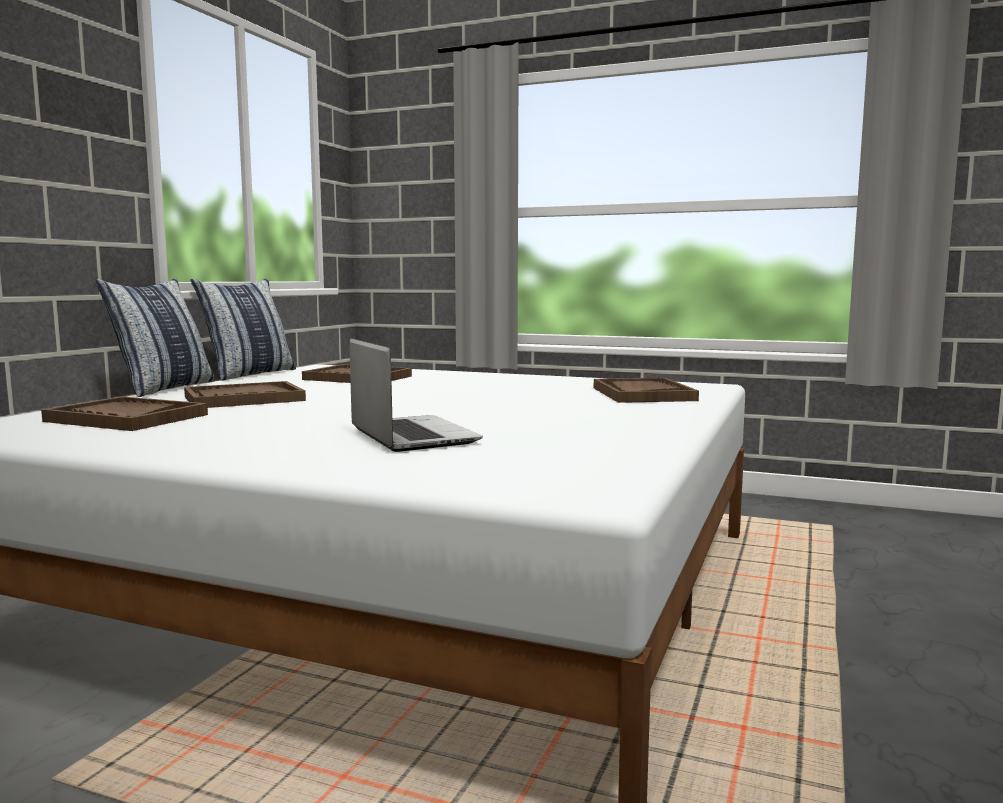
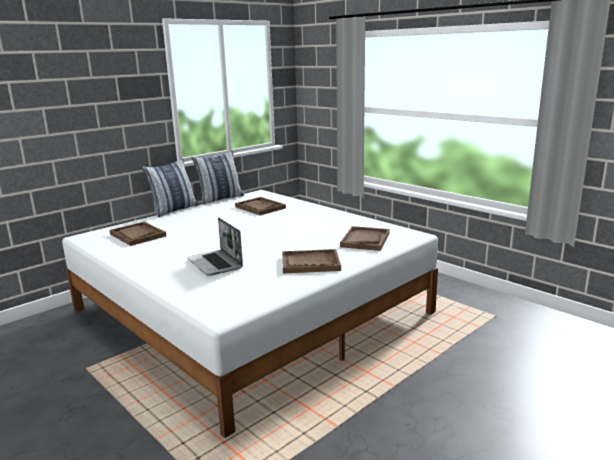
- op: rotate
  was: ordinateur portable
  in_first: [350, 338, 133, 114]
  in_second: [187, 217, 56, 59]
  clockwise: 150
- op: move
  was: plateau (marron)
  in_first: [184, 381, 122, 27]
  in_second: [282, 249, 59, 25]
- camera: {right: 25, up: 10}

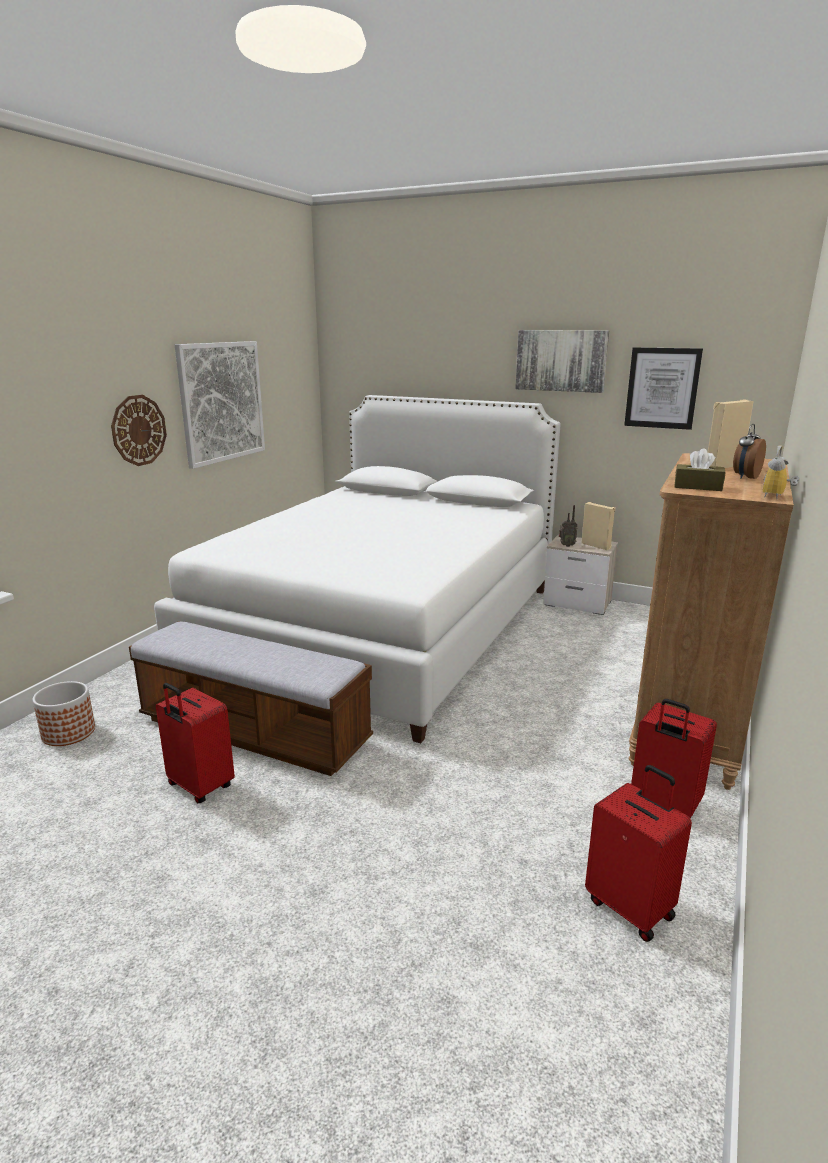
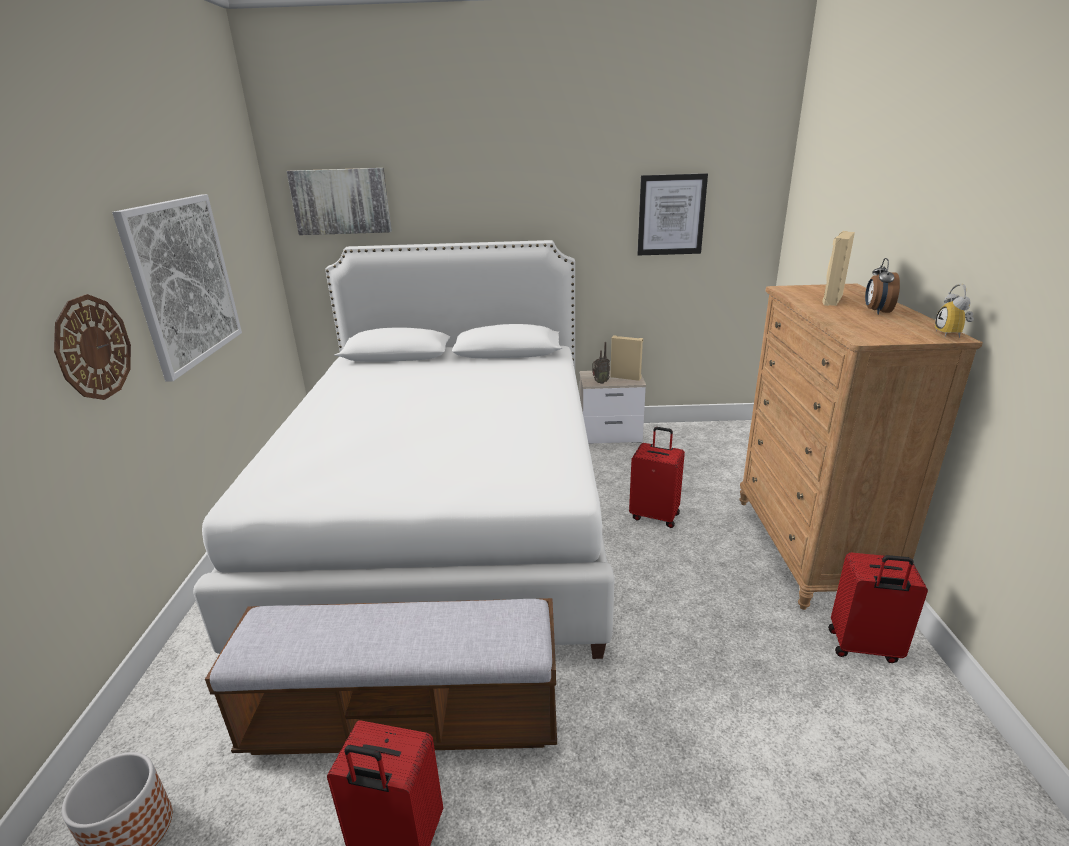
- op: move
  was: tableau
  in_first: [515, 330, 94, 63]
  in_second: [287, 168, 105, 67]
- op: delete
  was: boîte à mouchoirs (marron)
  in_first: [674, 448, 51, 43]
- op: move
  was: valise (rouge)
  in_first: [585, 765, 107, 177]
  in_second: [629, 427, 56, 101]
- camera: {right: -25, up: 5}

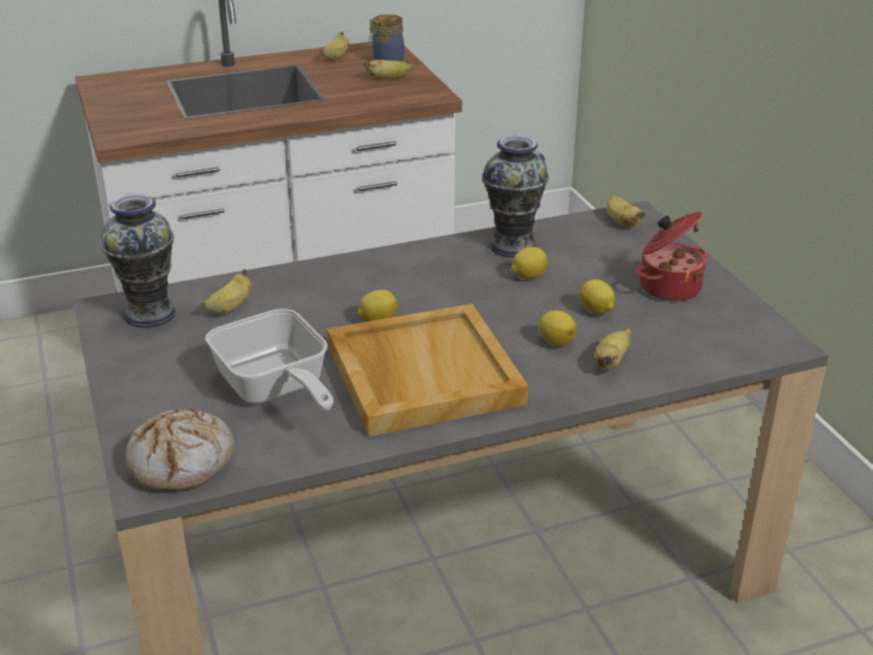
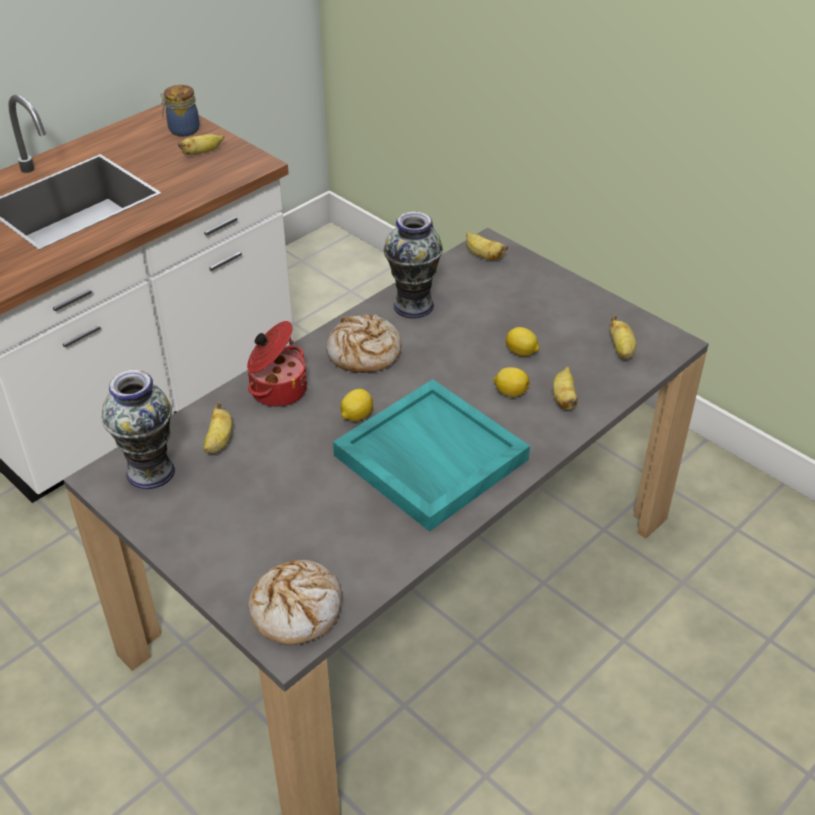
- op: move
  was: banane
  in_first: [321, 32, 28, 28]
  in_second: [610, 315, 26, 45]
- op: move
  was: marmite
  in_first: [637, 212, 70, 89]
  in_second: [247, 321, 60, 86]
- op: delete
  was: citron
  in_first: [511, 247, 37, 32]
- op: recolor
  was: plateau (beige)
  now: plateau (turquoise)
  in_first: [327, 304, 202, 133]
  in_second: [333, 379, 197, 153]
- op: delete
  was: poêle
  in_first: [205, 309, 129, 102]
- op: insert
  now: pain
  in_second: [326, 313, 76, 60]
- camera: {right: -25, up: 10}

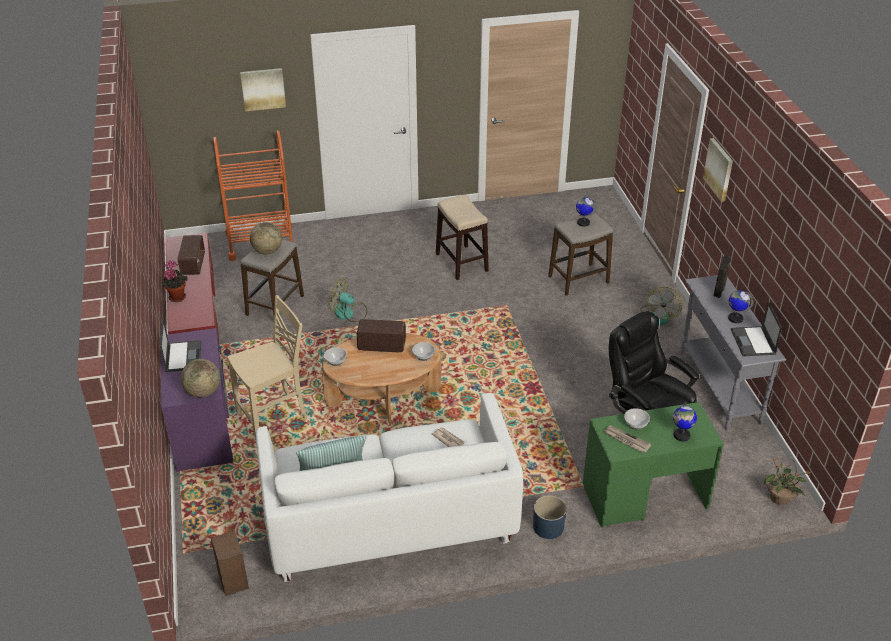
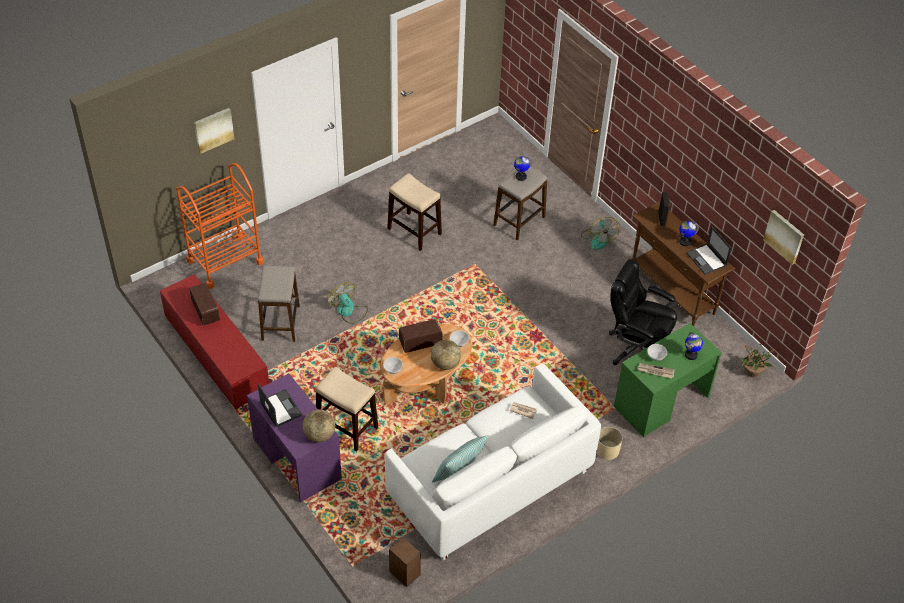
- op: move
  was: tableau
  in_first: [703, 138, 30, 64]
  in_second: [763, 210, 41, 55]
- op: move
  was: globe
  in_first: [250, 222, 32, 33]
  in_second: [431, 340, 30, 30]
- op: delete
  was: plante en pot
  in_first: [162, 260, 26, 42]
- op: recolor
  was: table console (gris)
  now: table console (marron)
  in_first: [680, 275, 106, 155]
  in_second: [632, 202, 103, 124]
- op: rotate
  was: ventilateur
  in_first: [328, 279, 39, 43]
  in_second: [327, 282, 41, 42]
  clockwise: 60
- op: replace
  was: chaise (beige)
  now: tabouret
  in_first: [228, 295, 79, 145]
  in_second: [315, 367, 63, 84]
- op: recolor
  was: cache-pot (bleu)
  now: cache-pot (beige)
  in_first: [533, 496, 34, 43]
  in_second: [596, 427, 27, 33]
- camera: {right: -25, up: 10}

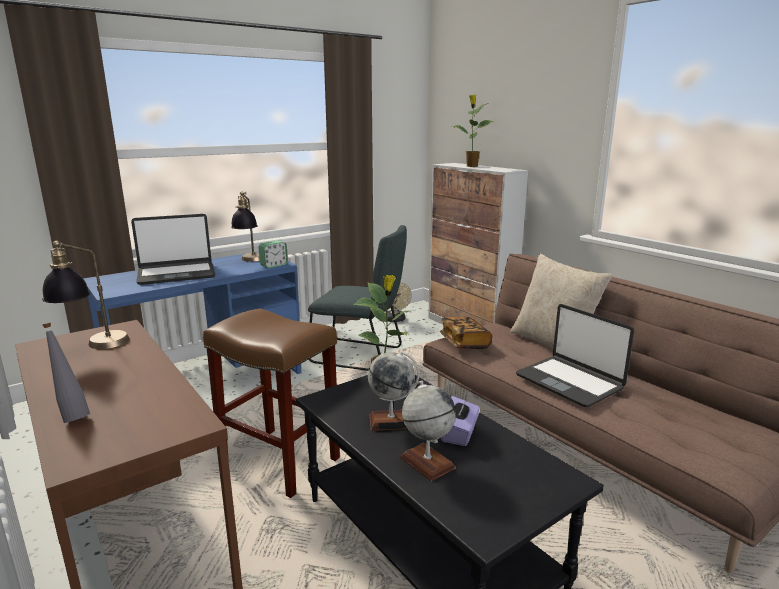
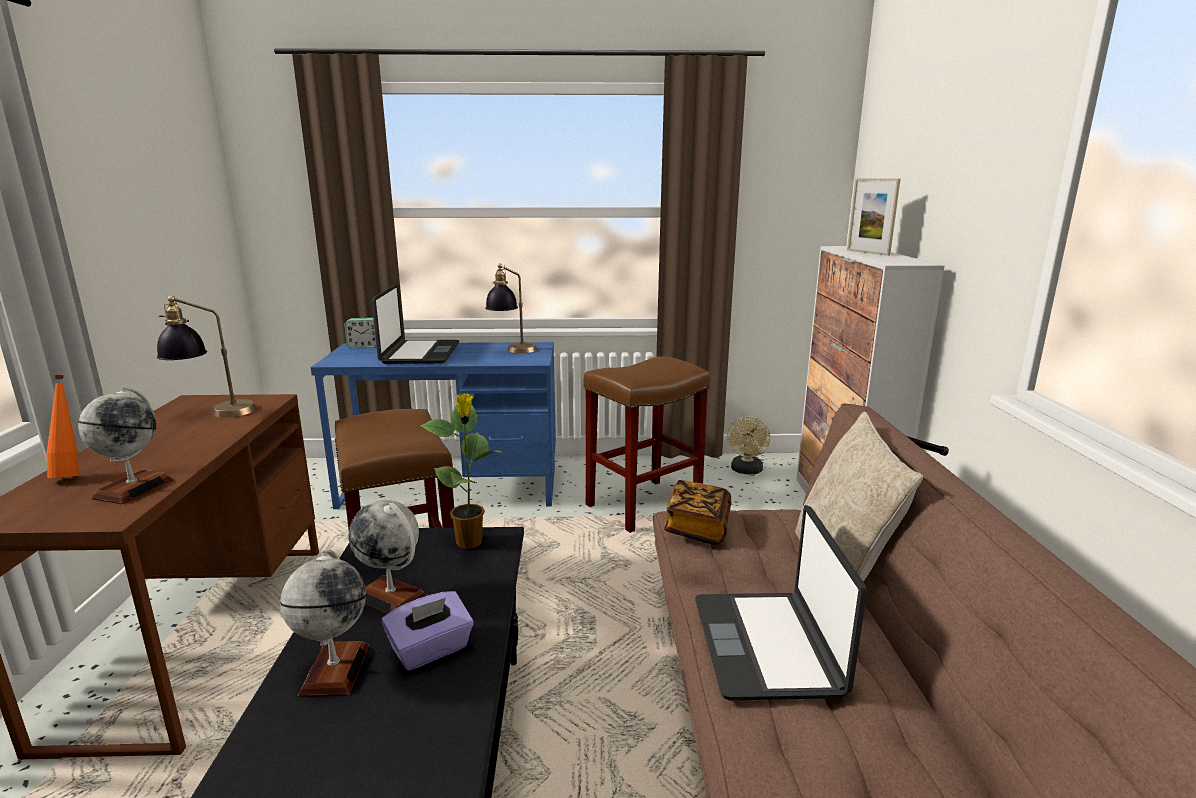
- op: replace
  was: plante en pot
  now: cadre photo
  in_first: [452, 95, 41, 72]
  in_second: [847, 178, 53, 78]
- op: rotate
  was: ordinateur portable
  in_first: [131, 214, 84, 71]
  in_second: [372, 284, 87, 80]
  clockwise: -105
- op: replace
  was: chaise (gris)
  now: tabouret (marron)
  in_first: [308, 225, 99, 146]
  in_second: [584, 356, 126, 177]
- op: move
  was: réveil
  in_first: [258, 241, 30, 27]
  in_second: [344, 318, 32, 30]
- op: recolor
  was: bouteille (gris)
  now: bouteille (orange)
  in_first: [43, 323, 47, 100]
  in_second: [46, 375, 33, 103]
- op: insert
  now: globe
  in_second: [78, 387, 96, 117]
- camera: {right: 35, up: 0}

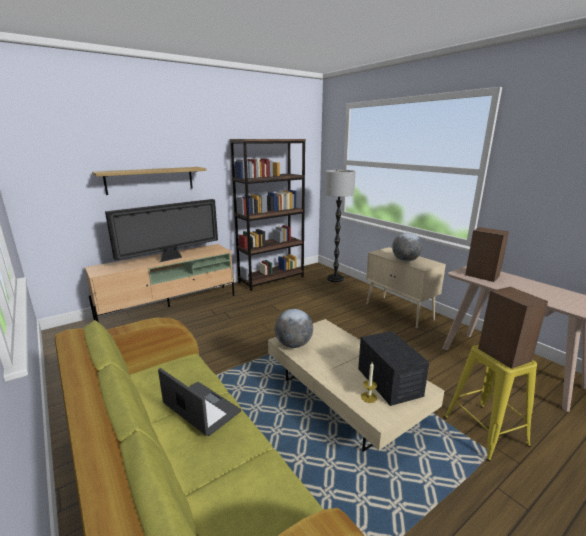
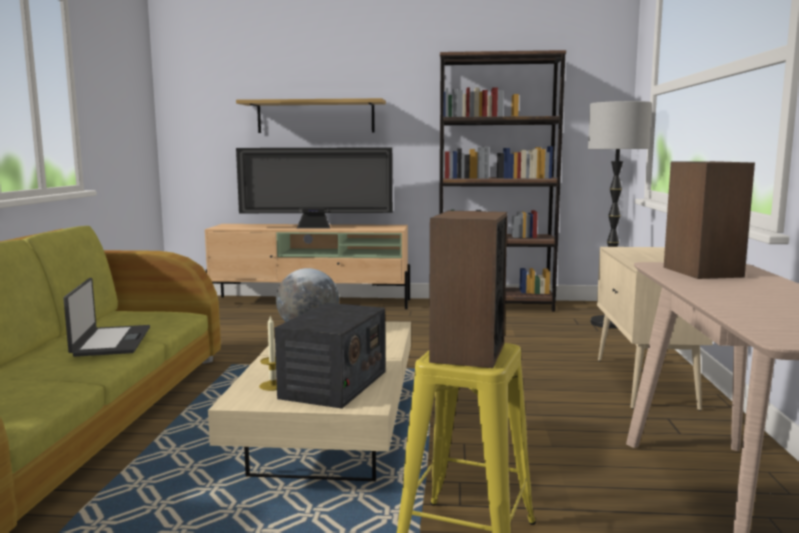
- op: delete
  was: globe
  in_first: [392, 233, 31, 29]
- camera: {right: 40, up: -10}

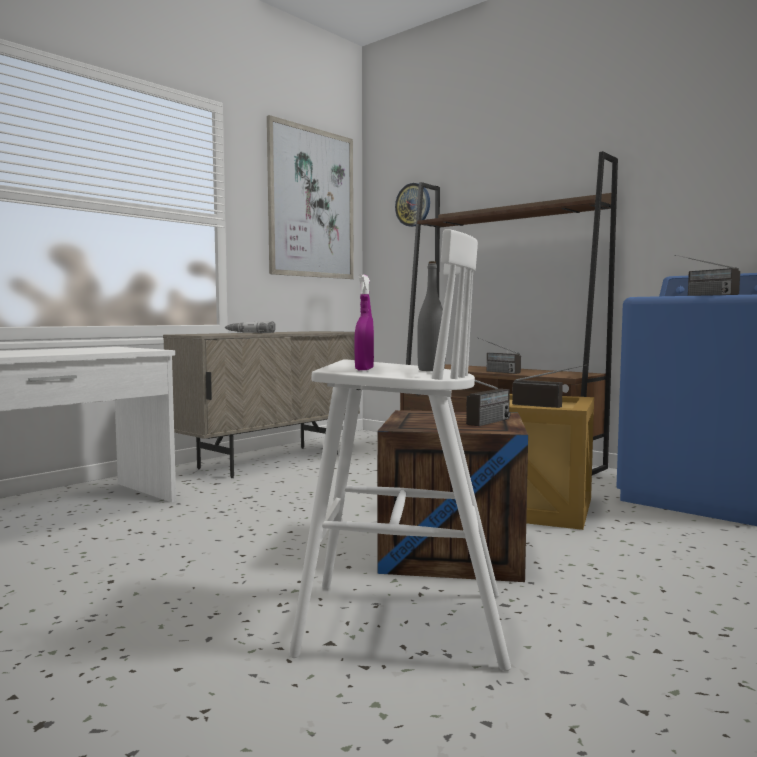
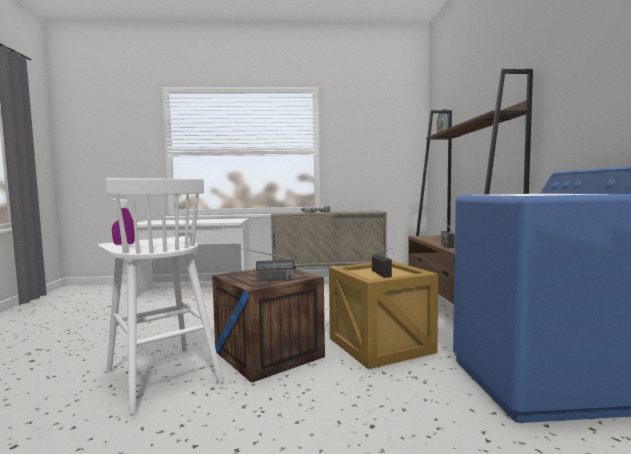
- op: delete
  was: tableau
  in_first: [267, 115, 87, 164]
- op: delete
  was: radio
  in_first: [675, 255, 65, 41]
- op: delete
  was: bouteille (gris)
  in_first: [417, 261, 29, 110]
- camera: {right: 45, up: 0}

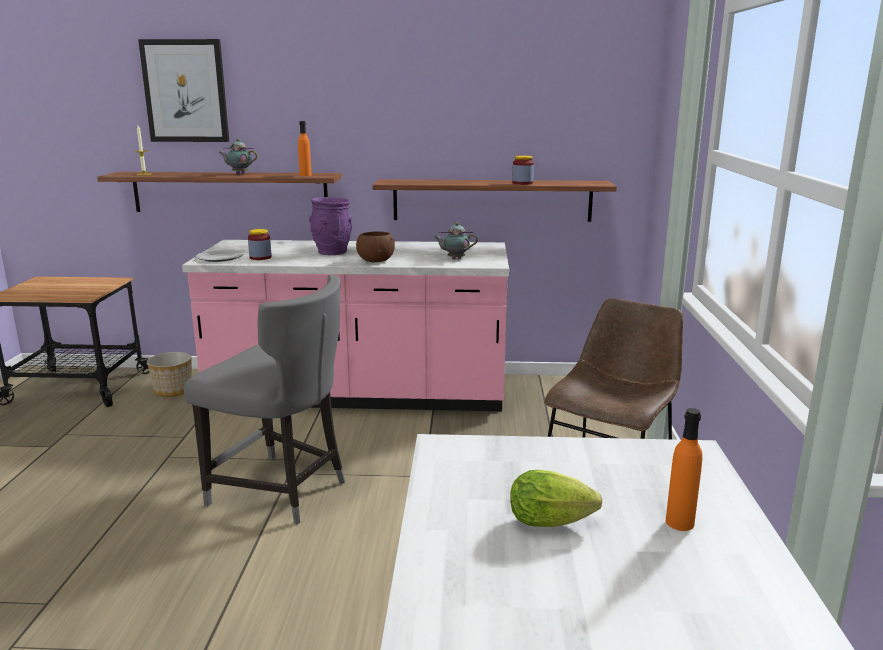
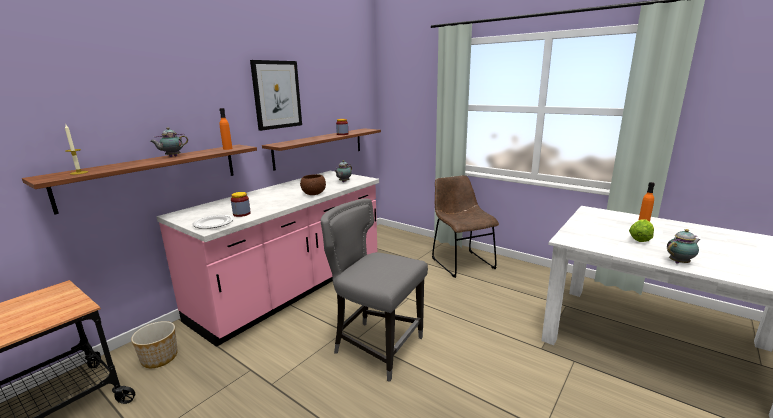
- op: move
  was: tableau
  in_first: [138, 39, 91, 103]
  in_second: [250, 60, 52, 71]
- op: delete
  was: vase (violet)
  in_first: [309, 197, 43, 58]
- op: rotate
  was: chaise (gris)
  in_first: [184, 275, 161, 250]
  in_second: [321, 198, 107, 184]
  clockwise: -120
- op: insert
  now: théière
  in_second: [667, 229, 33, 35]
- camera: {right: -55, up: 0}

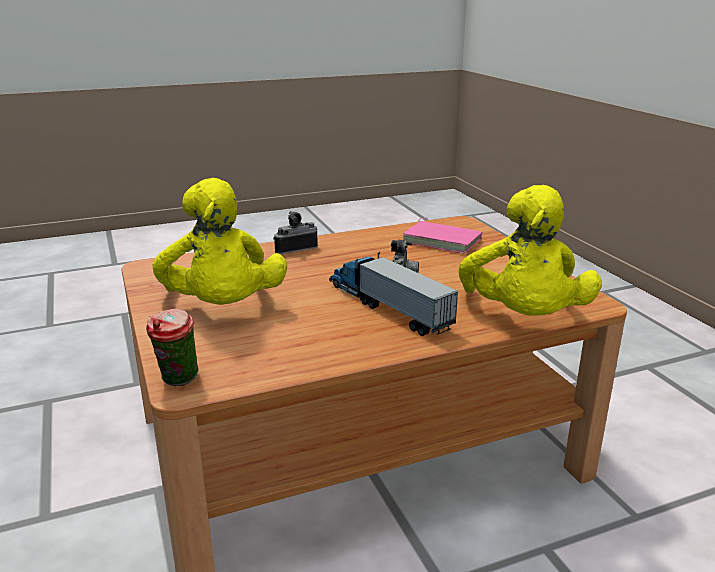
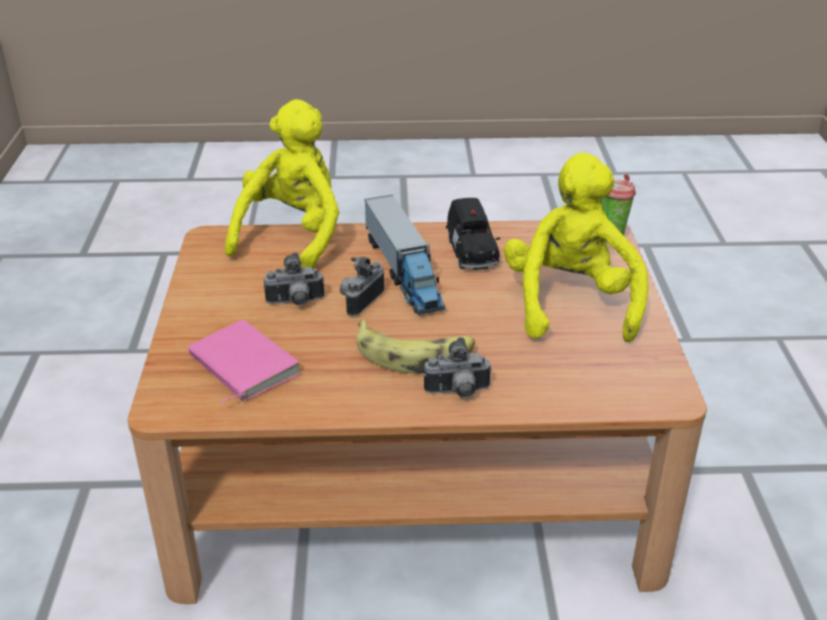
- op: insert
  now: petite voiture (noir)
  in_second: [446, 198, 54, 72]
- op: insert
  now: appareil photo
  in_second: [264, 253, 60, 53]
- op: insert
  now: banane
  in_second: [356, 320, 119, 54]
- camera: {right: -160, up: 10}

